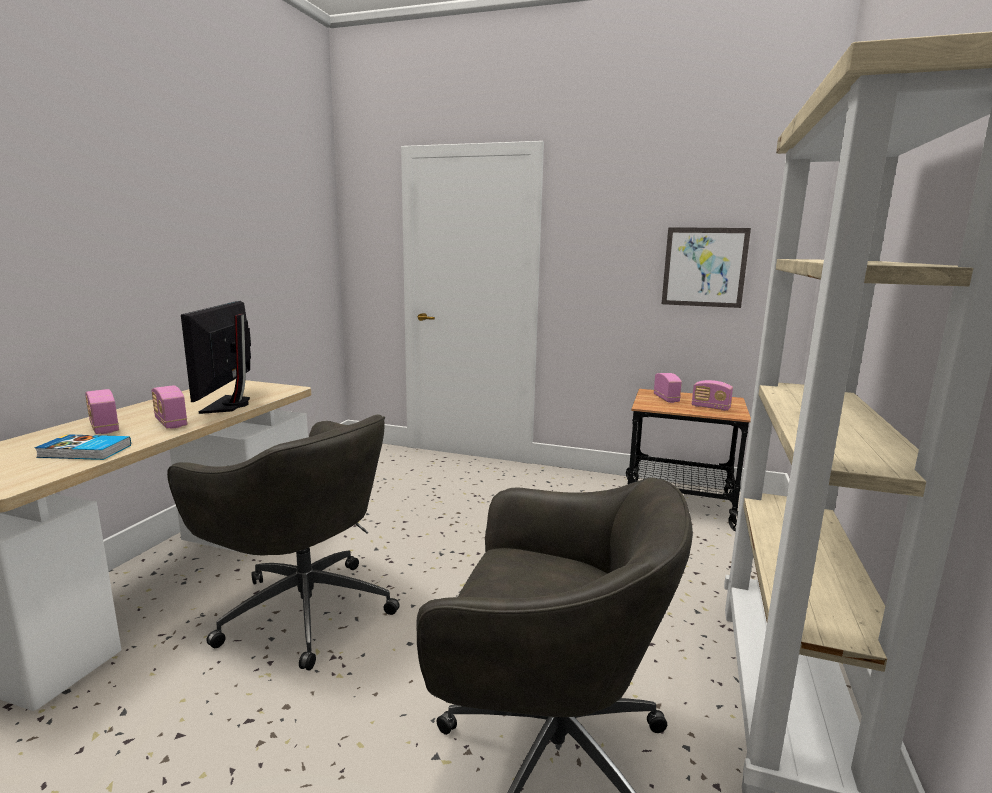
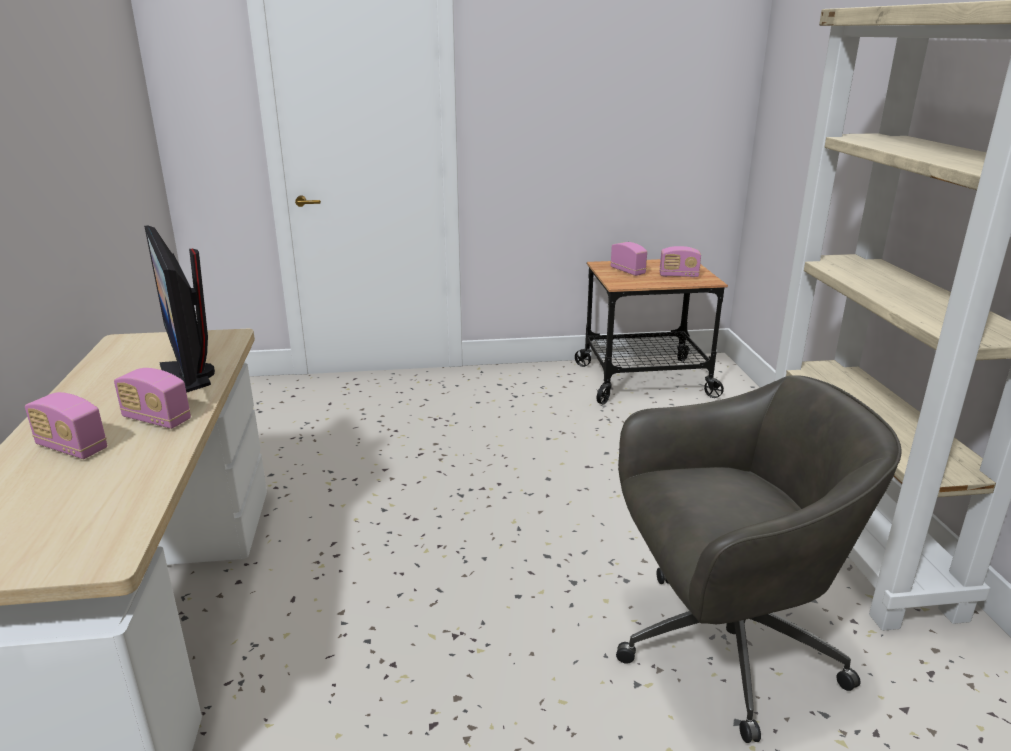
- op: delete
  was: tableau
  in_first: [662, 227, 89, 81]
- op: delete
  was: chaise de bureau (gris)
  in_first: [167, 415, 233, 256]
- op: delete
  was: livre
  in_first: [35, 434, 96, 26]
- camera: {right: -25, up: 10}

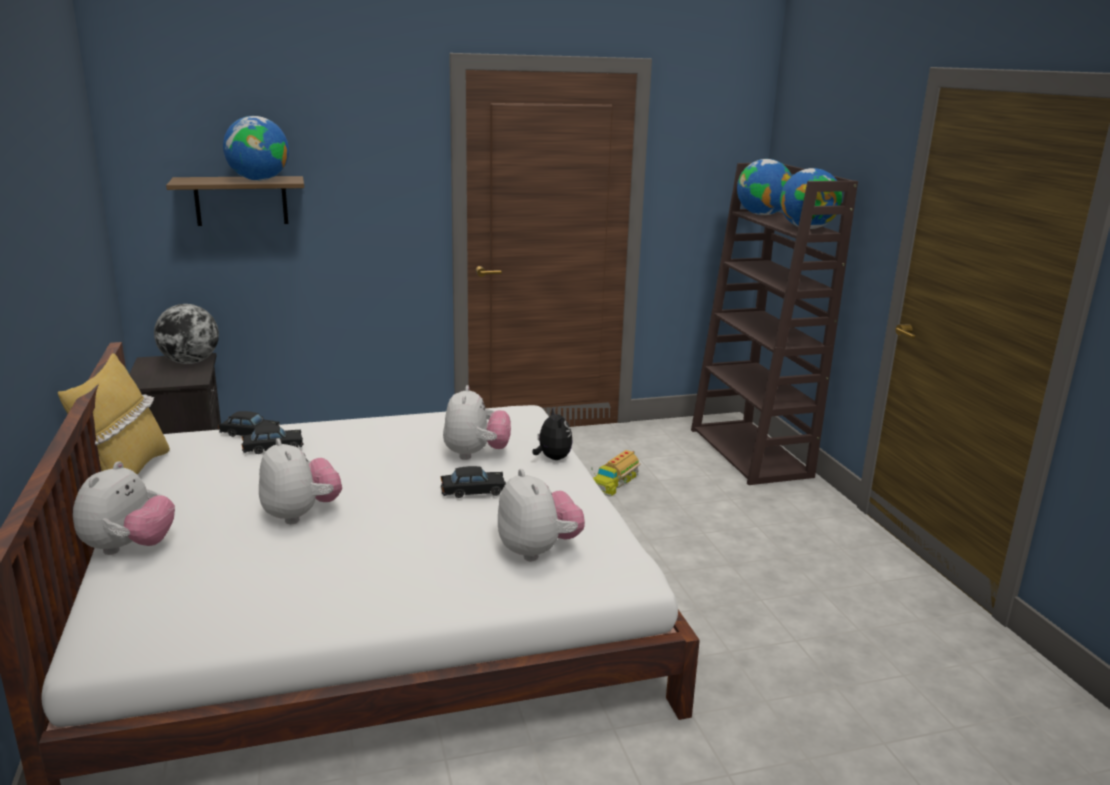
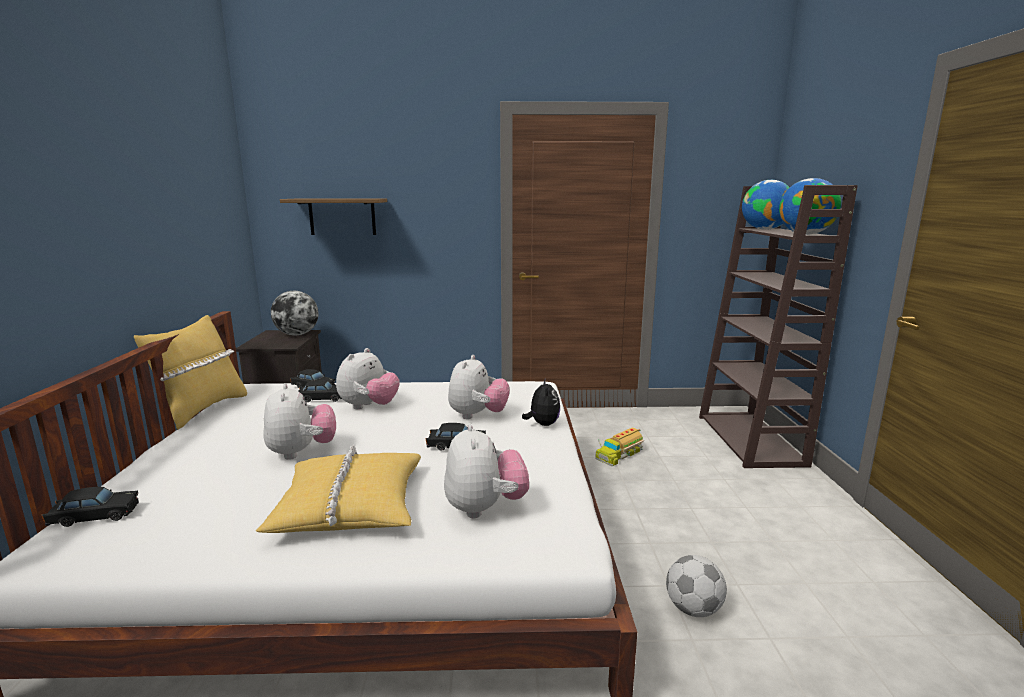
- op: delete
  was: globe
  in_first: [223, 116, 66, 65]
- op: move
  was: peluche
  in_first: [73, 461, 102, 94]
  in_second: [336, 348, 64, 61]
- op: insert
  now: coussin (jaune)
  in_second: [256, 445, 165, 88]
- op: insert
  now: petite voiture (noir)
  in_second: [42, 487, 97, 40]
- op: insert
  now: ballon de foot
  in_second: [666, 555, 61, 62]
- camera: {right: 15, up: -5}

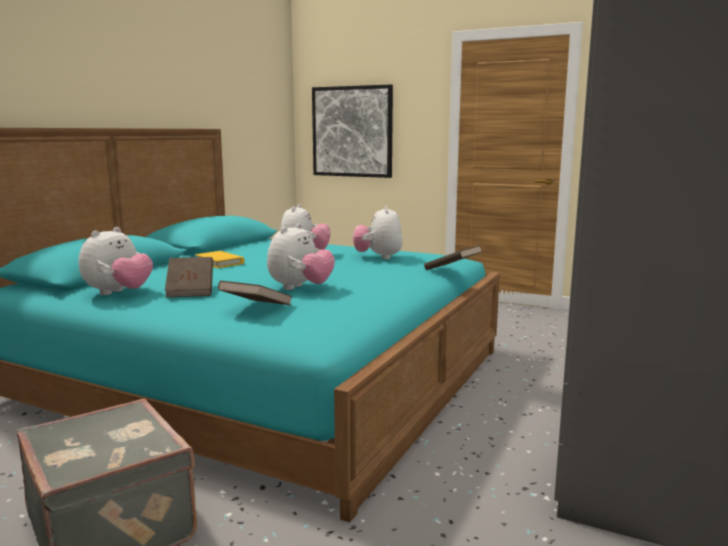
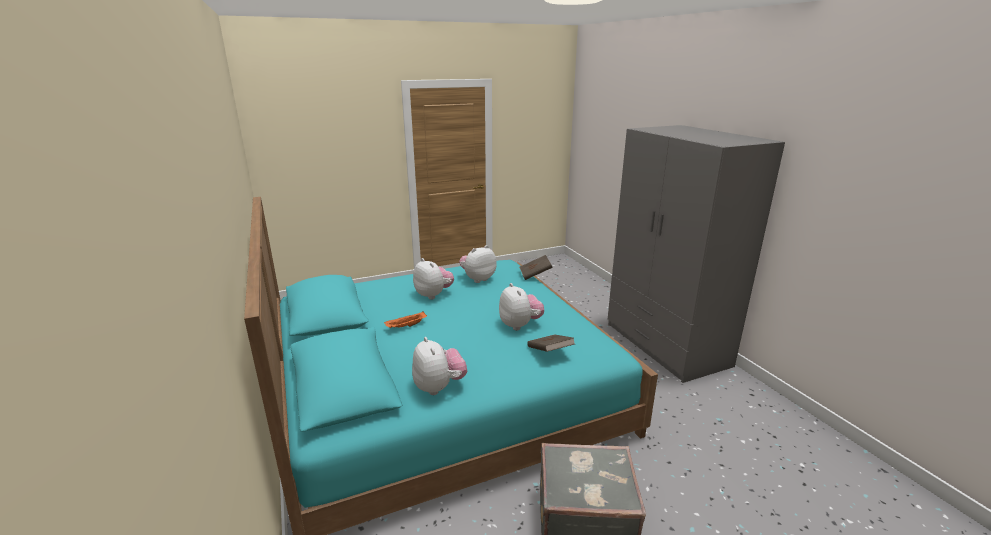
- op: delete
  was: tableau
  in_first: [312, 84, 81, 94]
- op: rotate
  was: peluche
  in_first: [353, 206, 50, 53]
  in_second: [459, 245, 38, 38]
  clockwise: 105
- op: replace
  was: livre (jaune)
  now: plateau (orange)
  in_first: [195, 251, 49, 17]
  in_second: [384, 311, 43, 17]
- op: delete
  was: livre (marron)
  in_first: [165, 257, 48, 40]
- camera: {right: -50, up: 10}

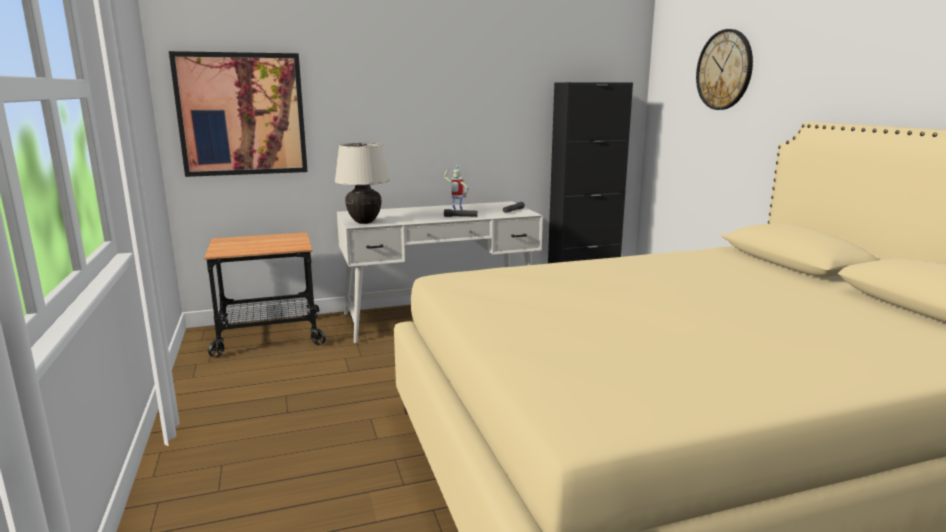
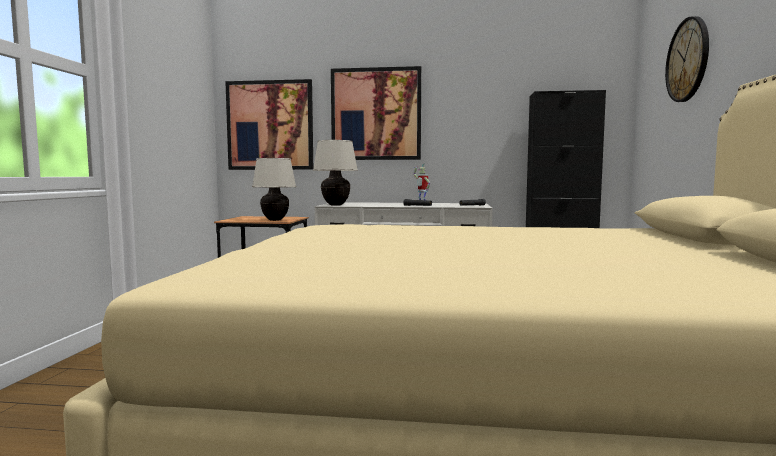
- op: insert
  now: tableau
  in_second: [331, 66, 90, 94]
- op: insert
  now: lampe de table (beige)
  in_second: [252, 157, 44, 64]
- camera: {right: 25, up: -10}

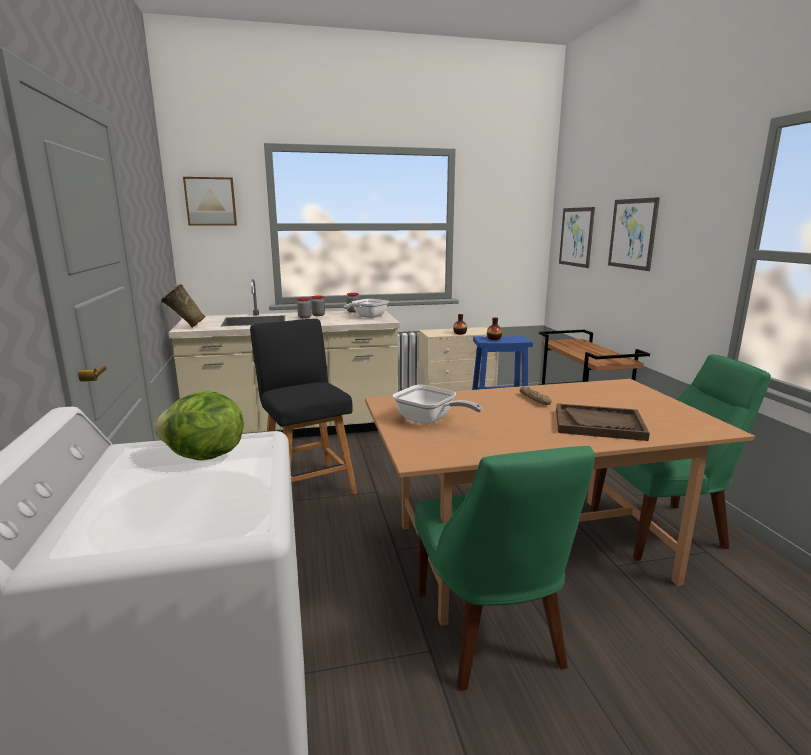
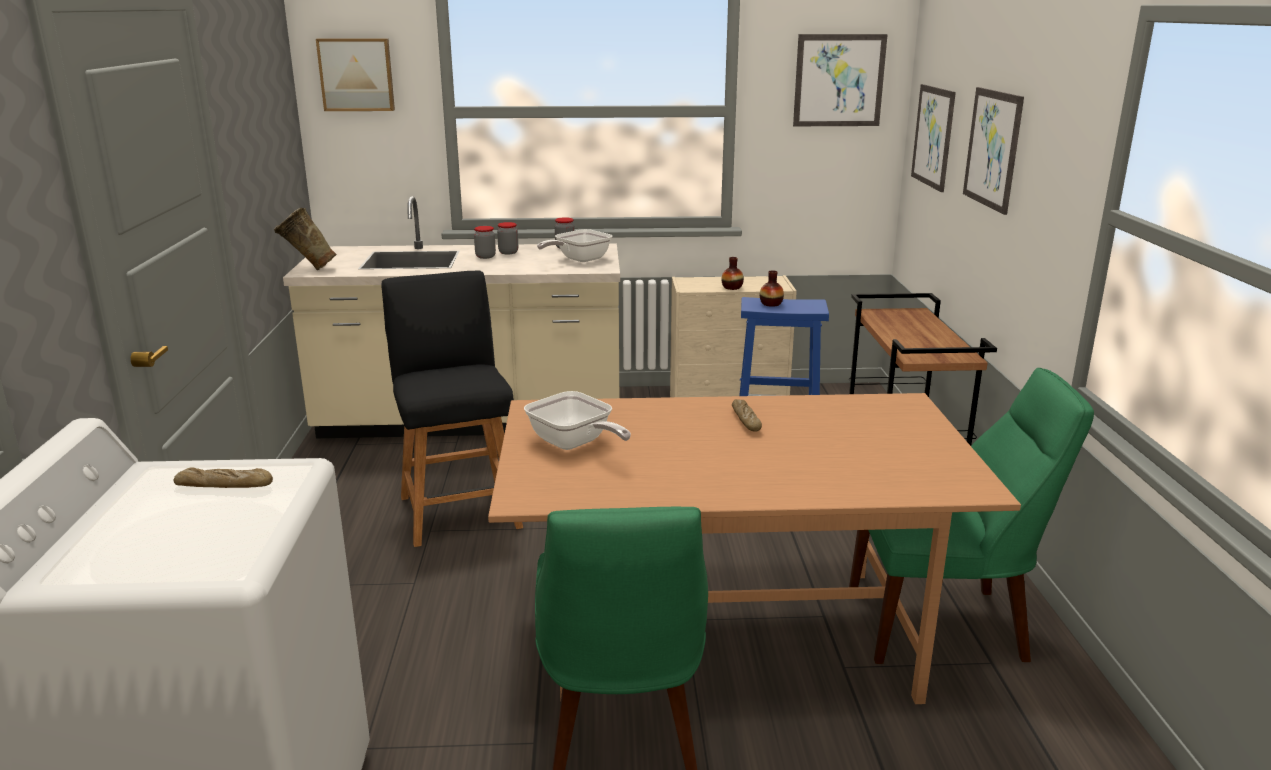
- op: replace
  was: laitue
  now: pain
  in_first: [154, 391, 89, 69]
  in_second: [174, 467, 99, 21]
- op: delete
  was: plateau (marron)
  in_first: [556, 403, 94, 38]
- op: insert
  now: tableau
  in_second: [793, 34, 95, 92]
- camera: {right: 10, up: 5}

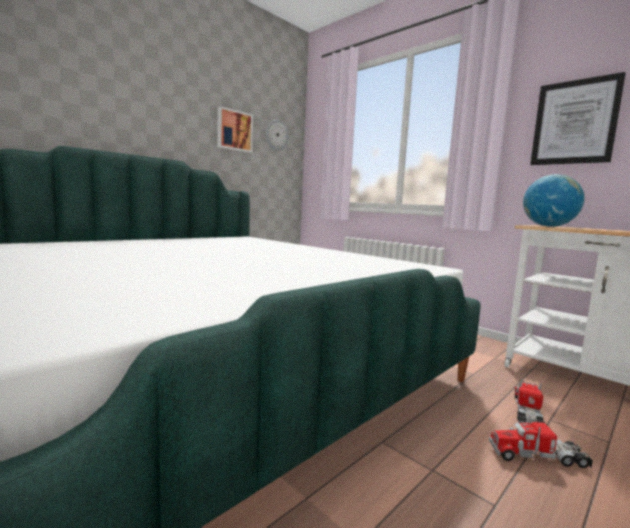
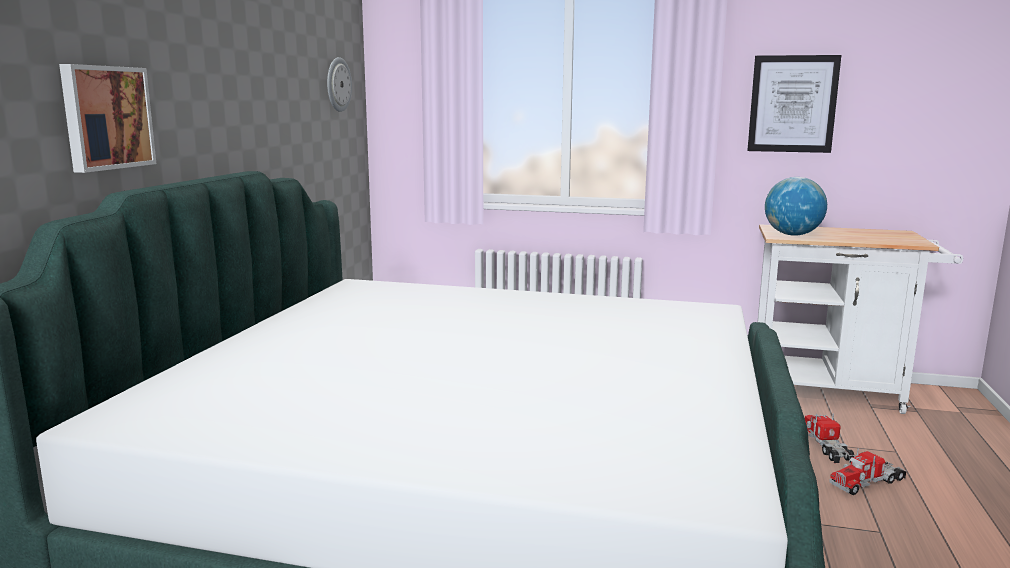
- op: move
  was: tableau
  in_first: [217, 106, 36, 47]
  in_second: [59, 64, 97, 109]
- camera: {right: -30, up: 5}

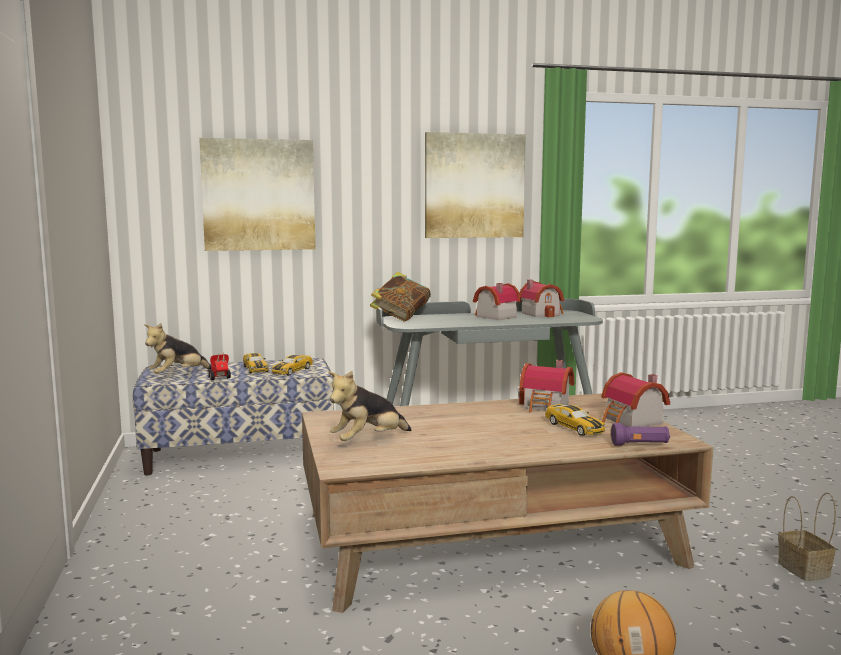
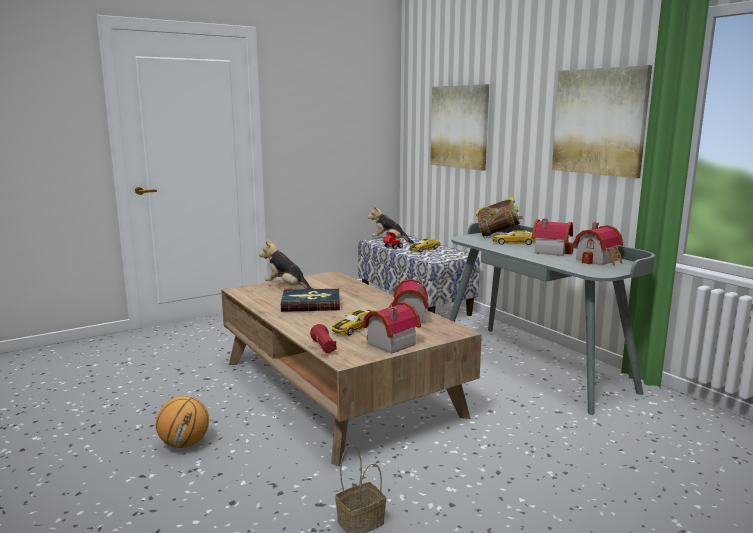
- op: move
  was: petite voiture
  in_first: [272, 355, 41, 21]
  in_second: [492, 230, 44, 15]
- op: recolor
  was: lampe de poche (violet)
  now: lampe de poche (rouge)
  in_first: [611, 423, 59, 23]
  in_second: [310, 324, 26, 29]
- op: insert
  now: livre
  in_second: [281, 289, 59, 23]
- camera: {right: 70, up: 5}

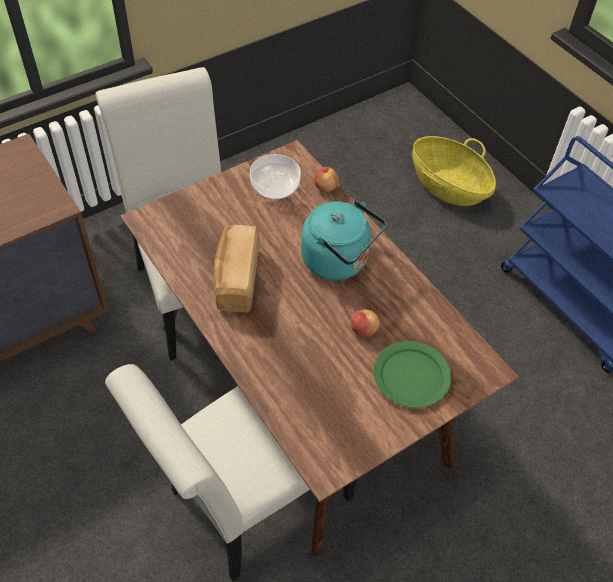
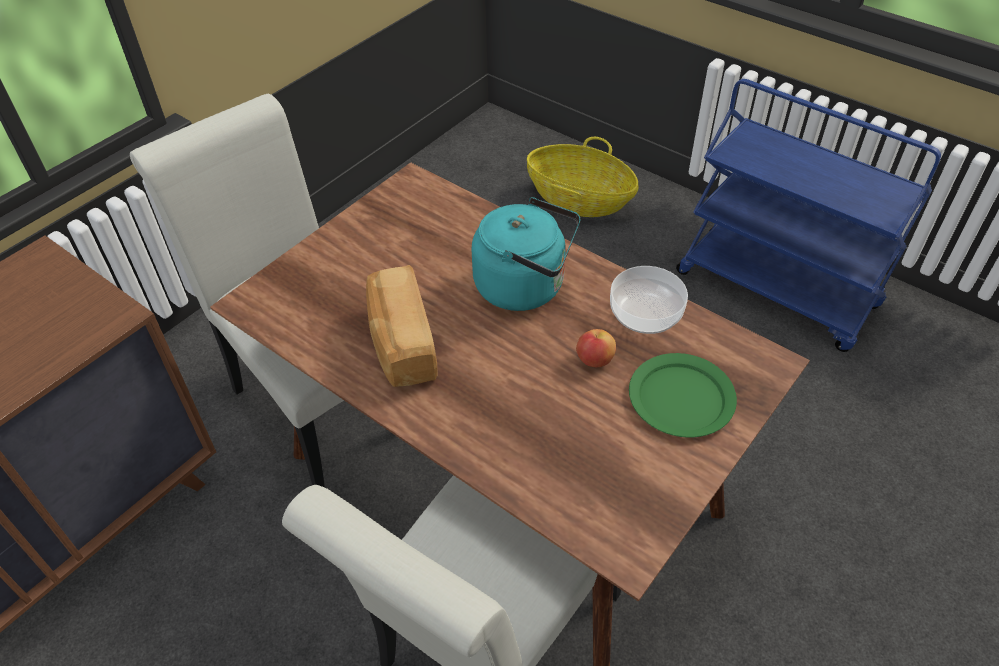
- op: move
  was: bol
  in_first: [250, 154, 51, 46]
  in_second: [610, 266, 78, 68]
- op: delete
  was: pomme
  in_first: [314, 167, 25, 25]
- camera: {right: -15, up: -5}

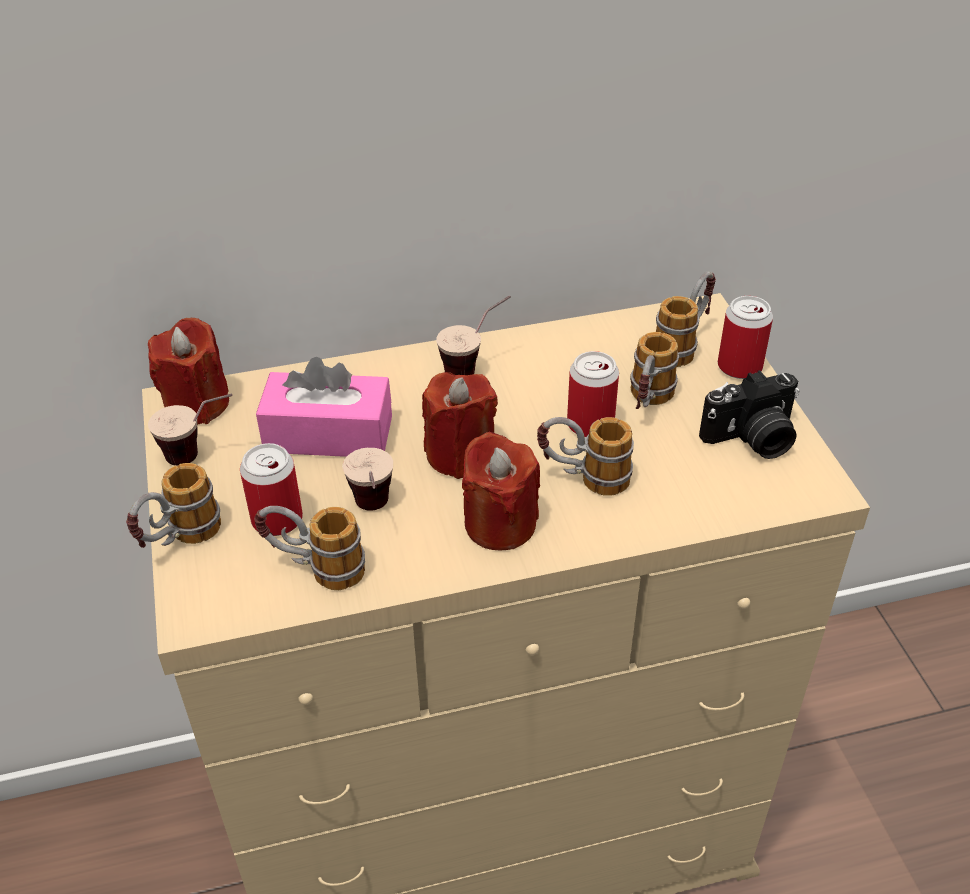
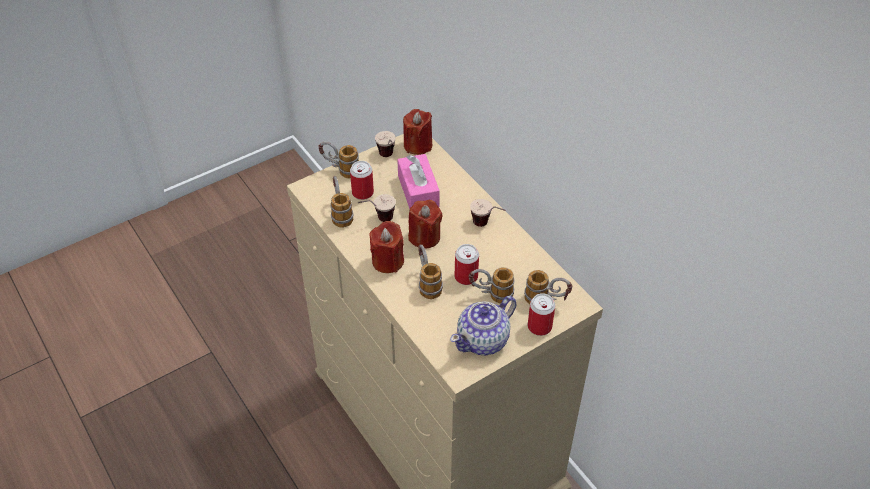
- op: replace
  was: appareil photo
  now: théière
  in_first: [699, 370, 101, 89]
  in_second: [450, 296, 66, 60]
- camera: {right: 70, up: 5}

